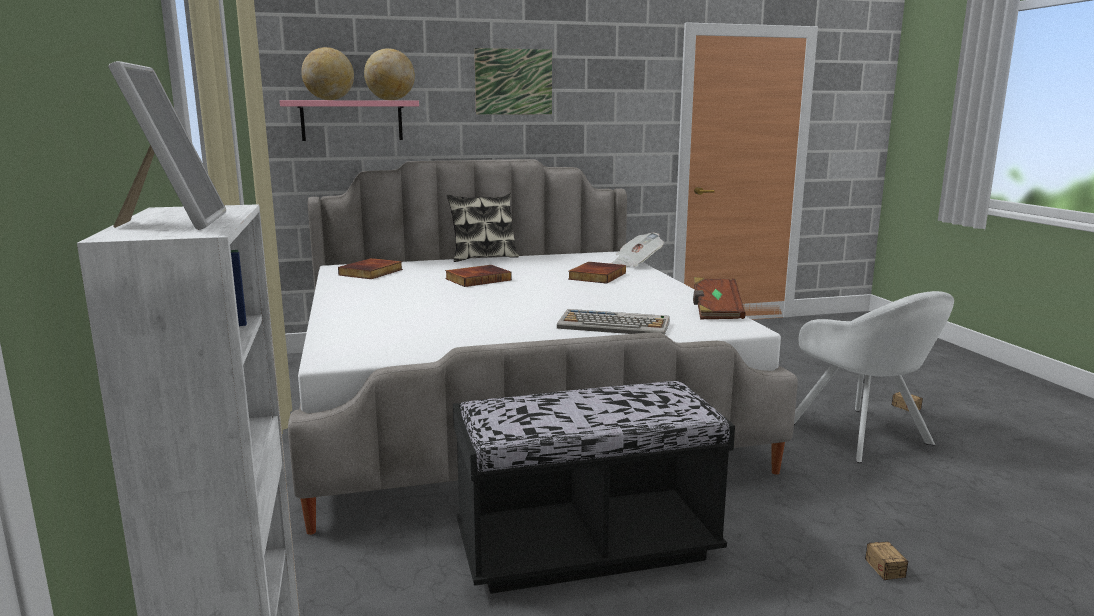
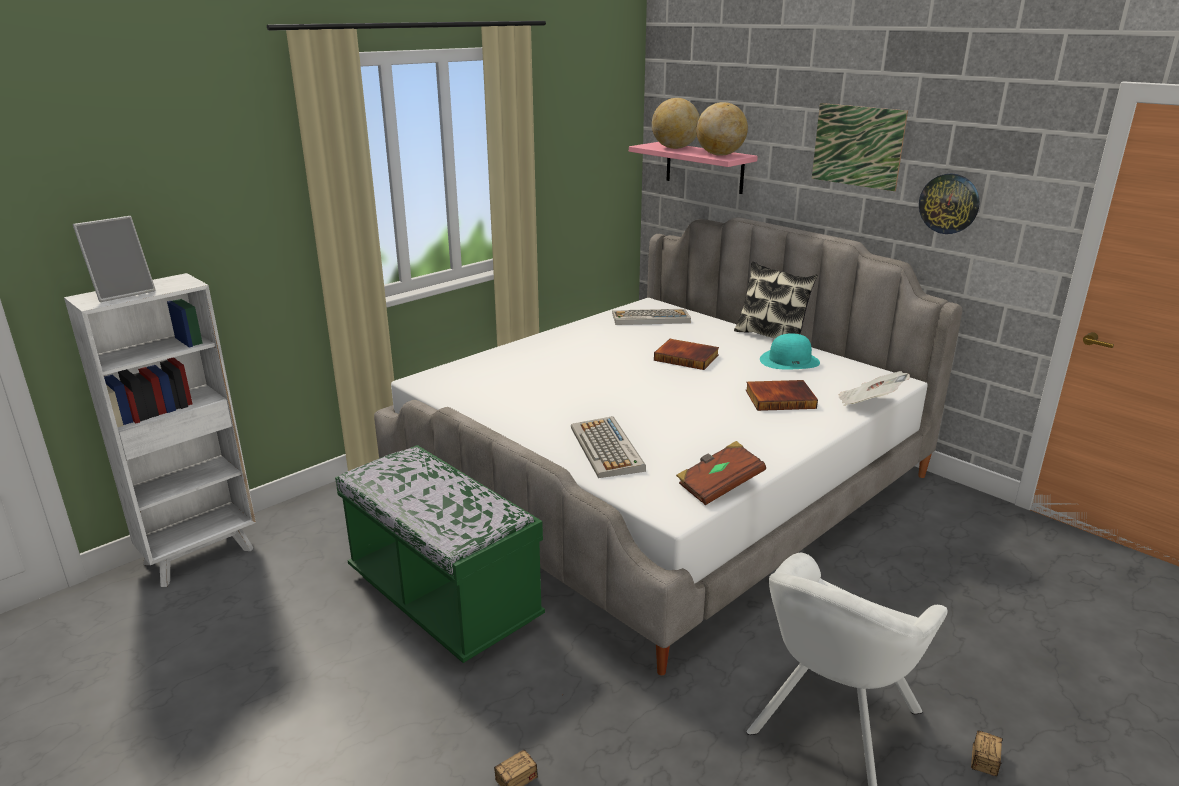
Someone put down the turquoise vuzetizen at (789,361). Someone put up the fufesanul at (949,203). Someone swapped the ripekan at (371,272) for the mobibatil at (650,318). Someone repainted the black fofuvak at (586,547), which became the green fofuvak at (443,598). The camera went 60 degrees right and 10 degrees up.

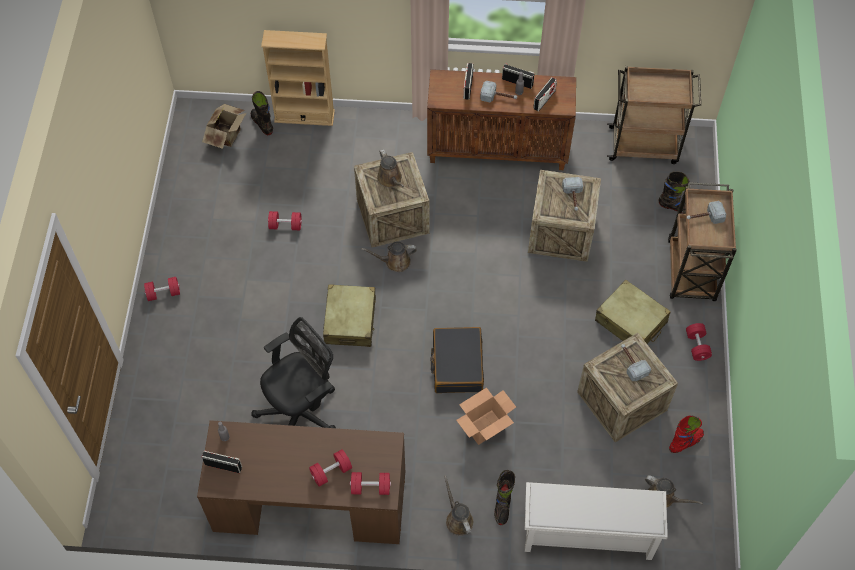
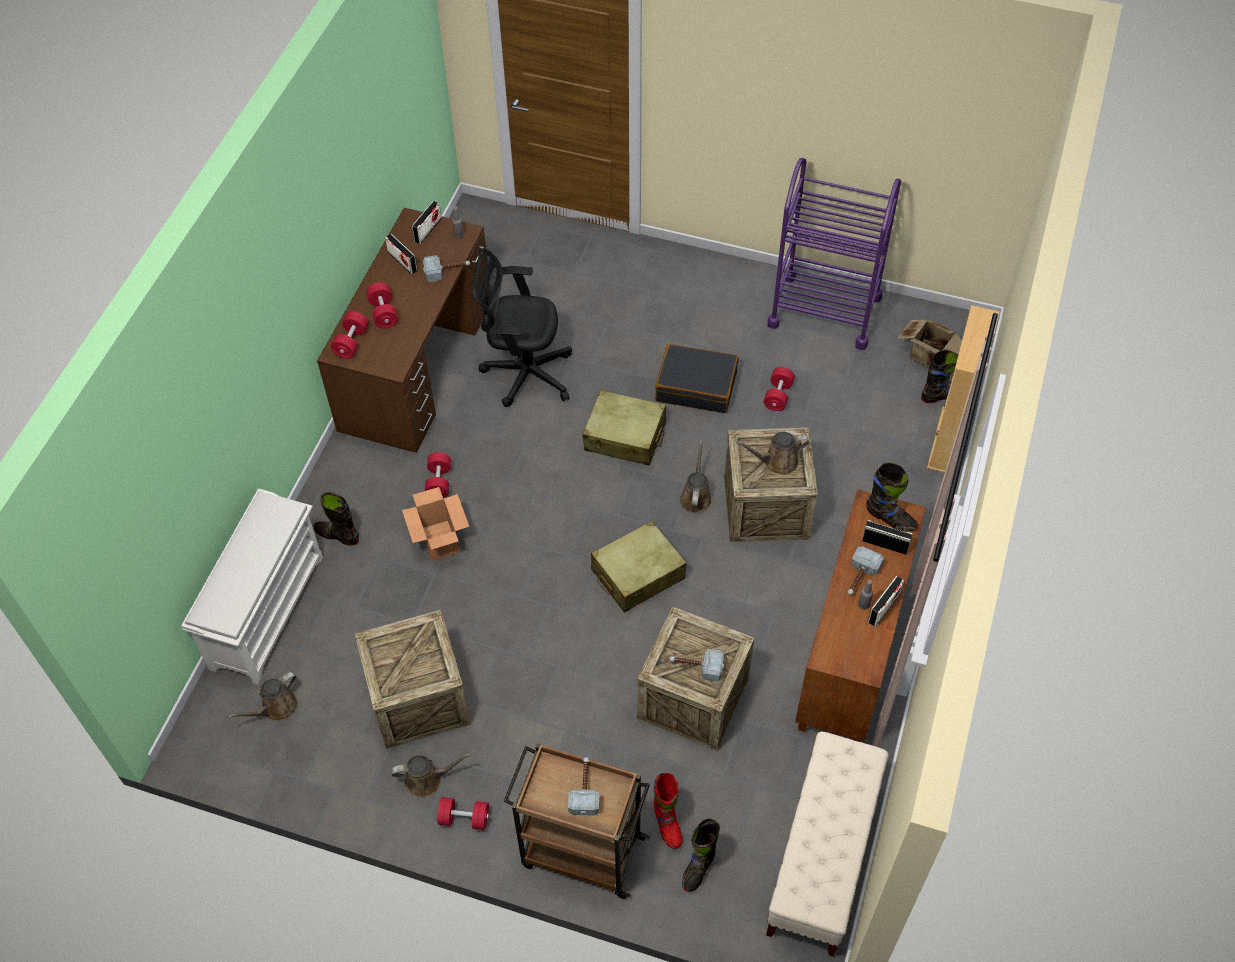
Someone put down the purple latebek at (824,311). Someone put down the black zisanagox at (890,519). Someone carried the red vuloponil from (163,293) to (439,482). Someone carried the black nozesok from (457,365) to (696,386). Someone carried the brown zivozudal from (458,519) to (427,780). Someone carried the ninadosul from (544,99) to (402,261). Someone carried the beige nozesok from (631,322) to (637,574). Someone carried the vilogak from (631,363) to (447,271). Someone carried the red zisanagox from (685,442) to (667,824). Someone swapped the brown latebek at (644,145) for the beige fofuvak at (822,859). Someone rotated the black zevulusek at (302,411) by 120 degrees clockwise. The camera went 105 degrees right and 5 degrees down.

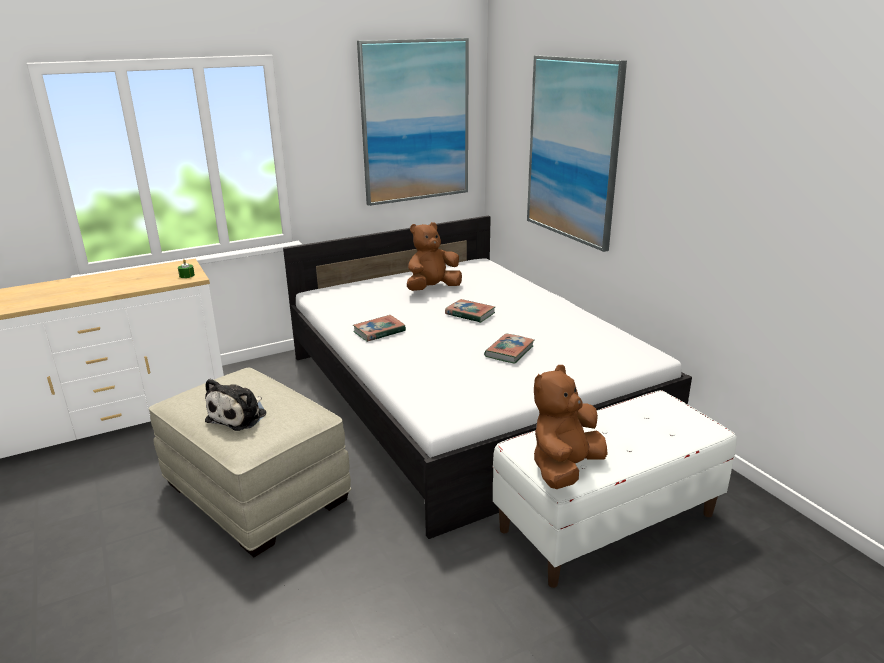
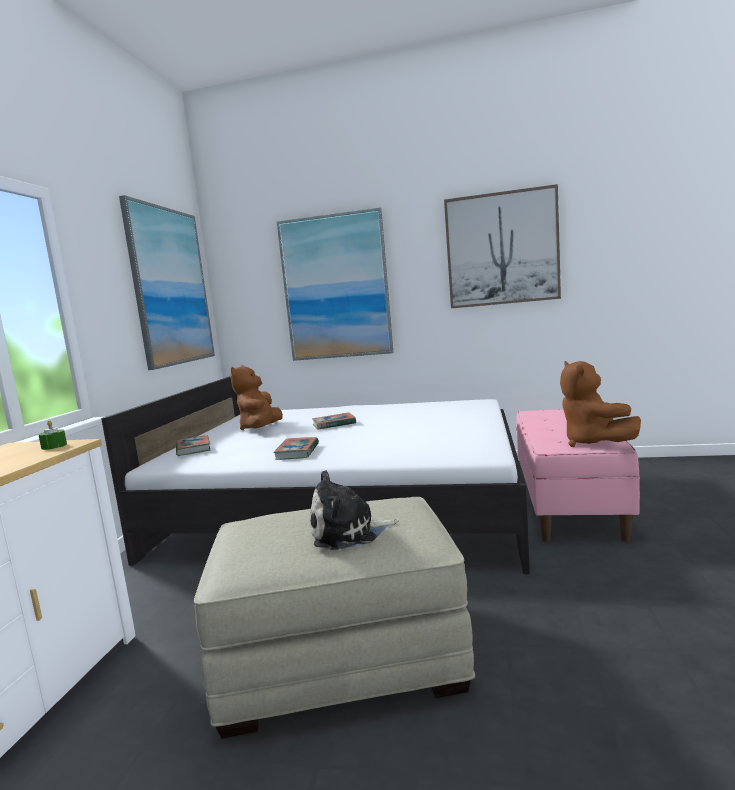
Someone put up the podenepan at (501,249). Someone carried the ripekan from (509,351) to (193,449). Someone repainted the white fofuvak at (607,521), which became the pink fofuvak at (567,504). Someone rotated the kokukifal at (239,416) by 105 degrees clockwise. The camera went 50 degrees left and 15 degrees down.

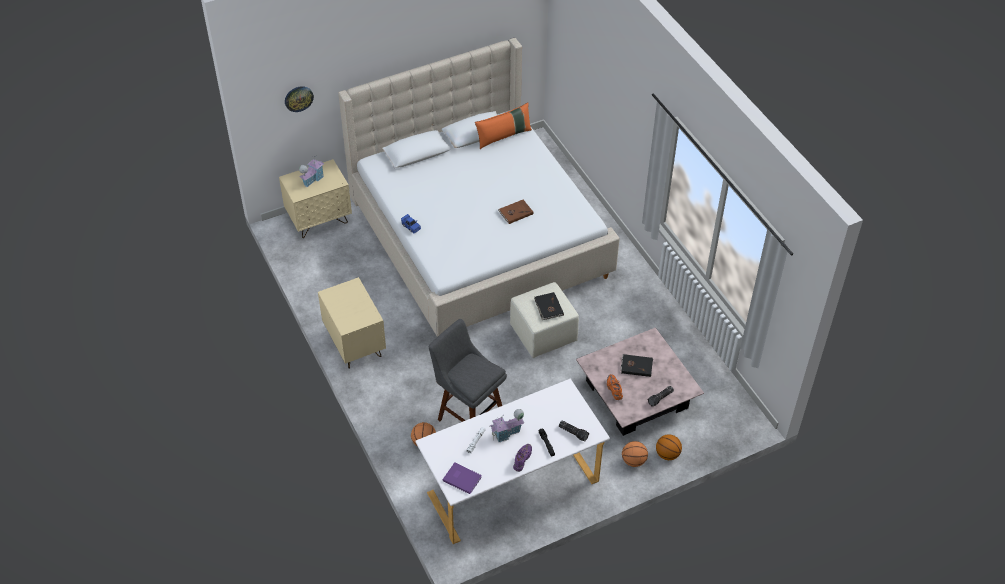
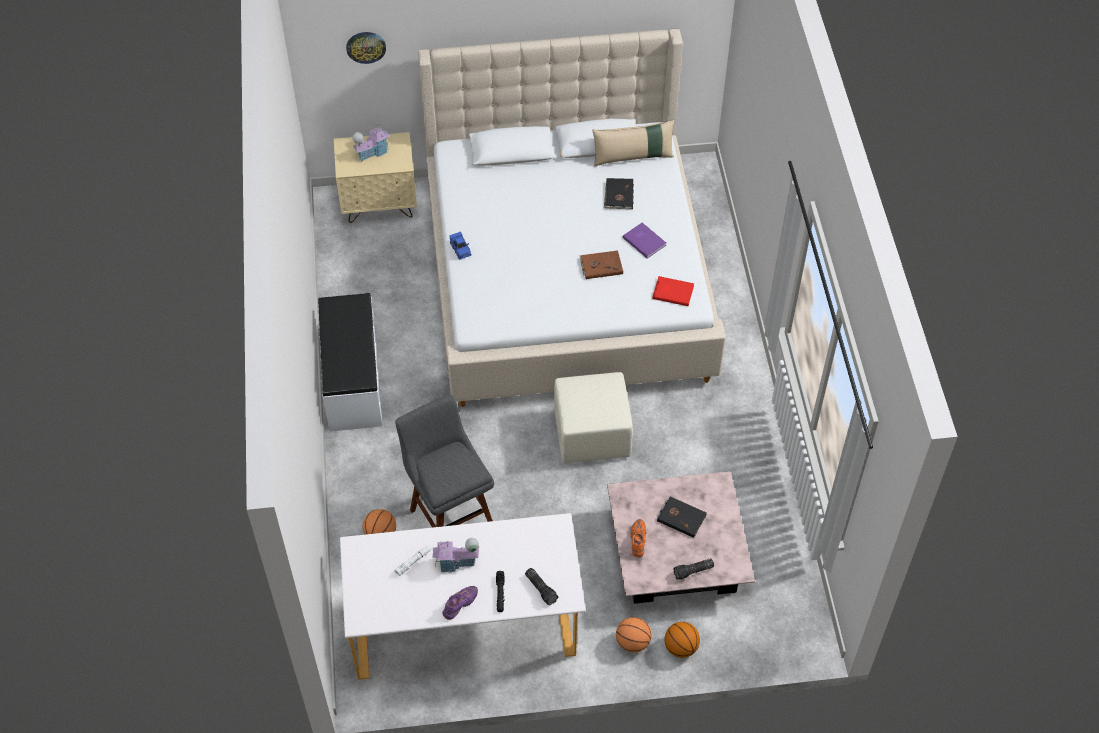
Someone put down the red ripekan at (672,291). Someone carried the purple ripekan from (462,478) to (644,240). Someone carried the black ripekan from (548,307) to (618,195). Someone swapped the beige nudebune at (354,345) for the white fofuvak at (352,380). Someone repainted the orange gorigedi at (503,136), which became the beige gorigedi at (633,156). The camera went 20 degrees right and 5 degrees up.

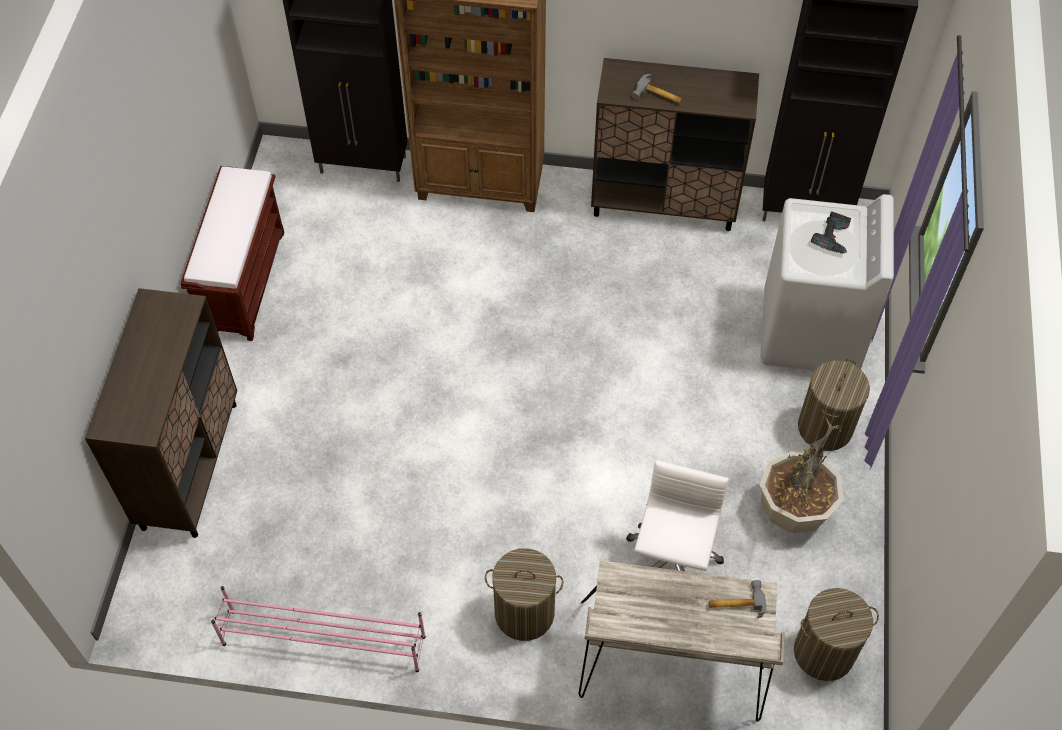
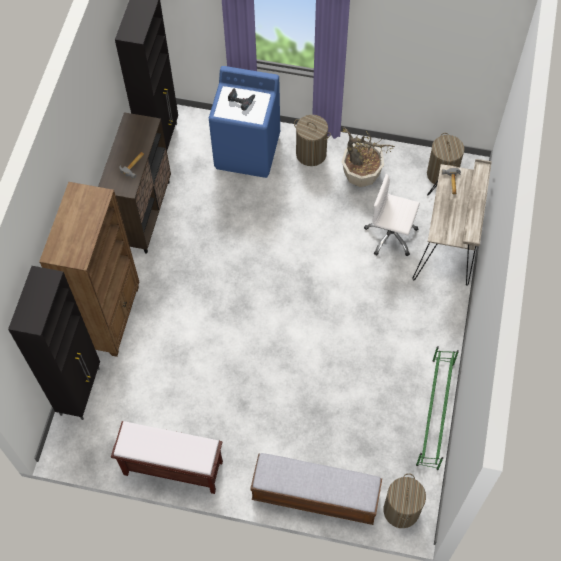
Someone carried the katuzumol from (524,613) to (401,510). Someone swapped the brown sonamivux at (190,464) for the fofuvak at (315,496). Someone repainted the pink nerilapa at (323,640), which became the green nerilapa at (435,414). Someone repainted the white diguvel at (810,332), which became the blue diguvel at (247,151). The camera went 85 degrees left and 5 degrees up.

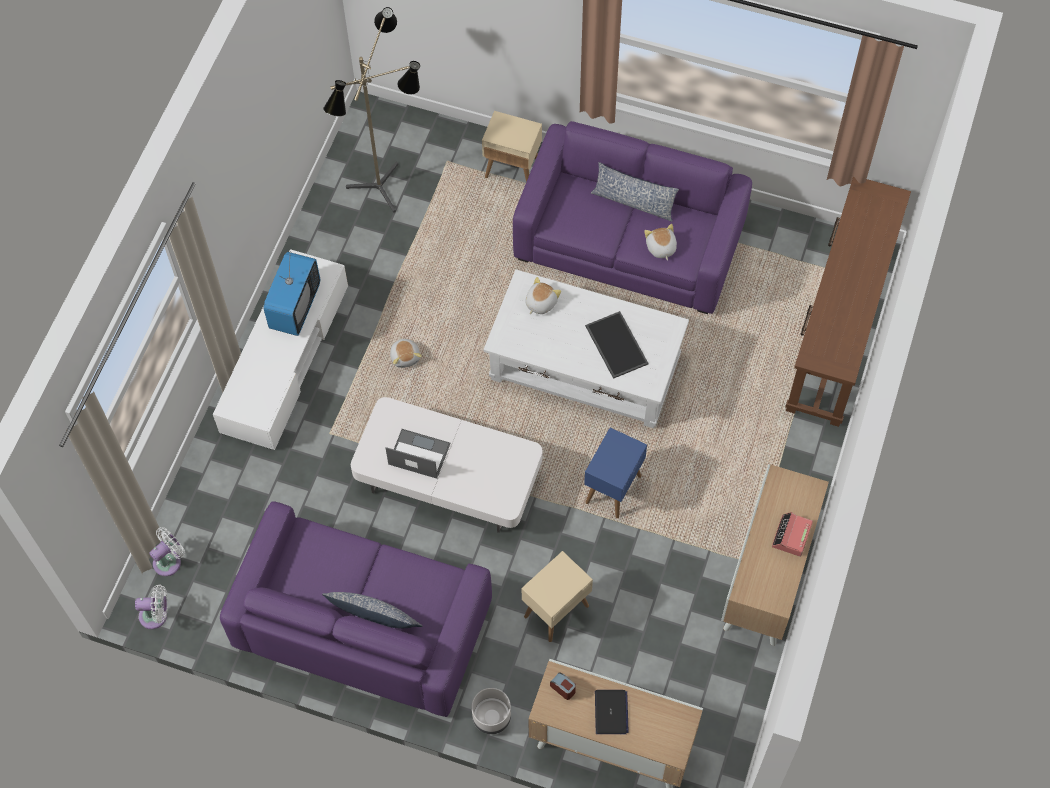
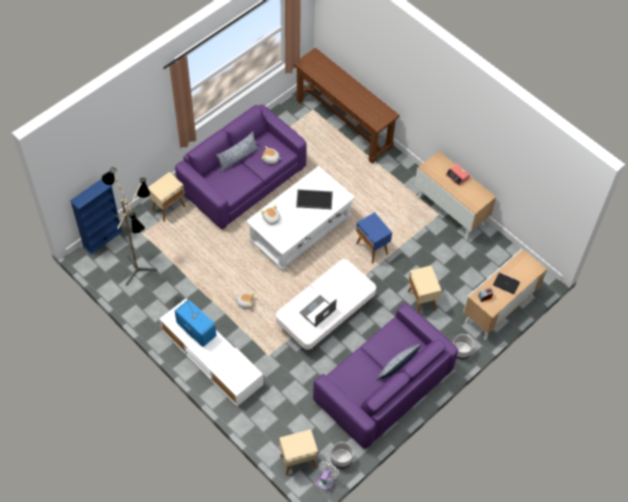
Someone put down the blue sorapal at (102,238). Someone put down the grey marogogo at (341,460). Someone swapped the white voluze at (169,561) for the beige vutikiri at (297,461). The camera went 65 degrees left and 5 degrees down.

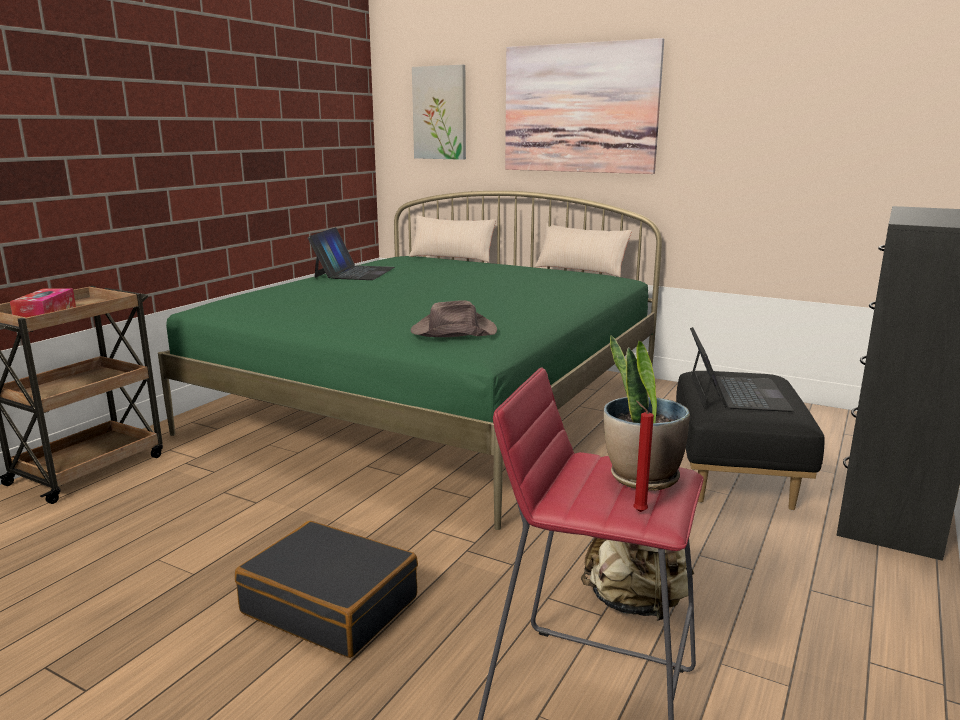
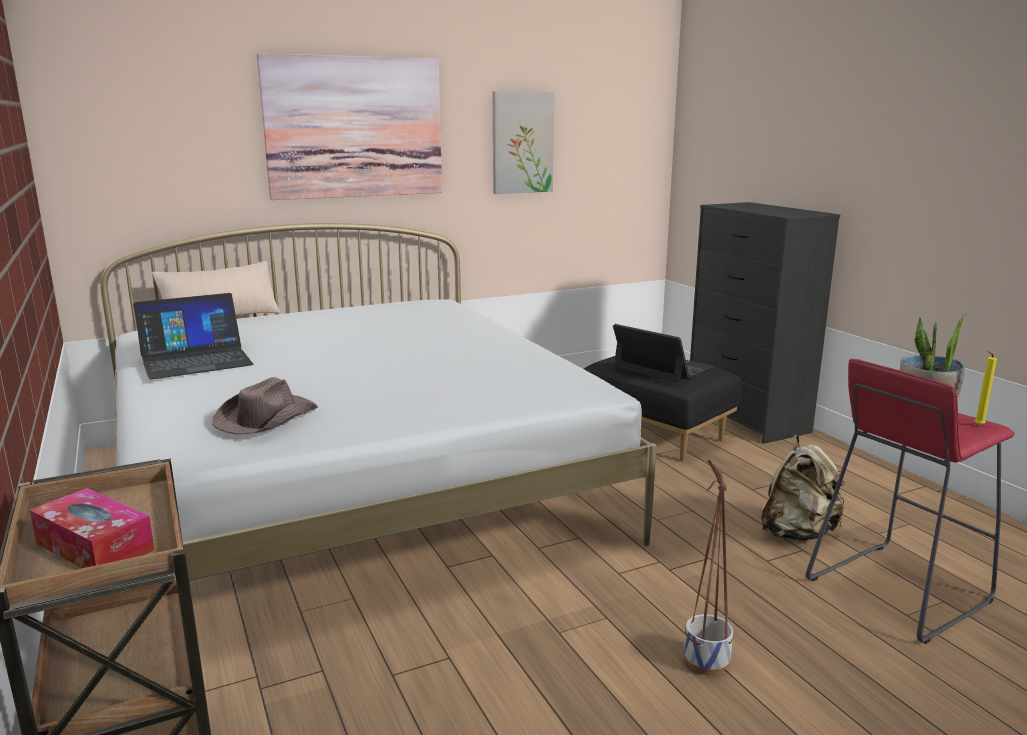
Someone took away the beige gorigedi at (581,270). Someone carried the brown vuzetizen from (452,331) to (266,418). Someone carried the podenepan from (440,113) to (522,143). Someone swapped the black nozesok at (331,605) for the marogogo at (706,663). Someone repainted the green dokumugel at (434,405), which became the white dokumugel at (354,489). Someone repainted the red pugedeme at (637,511), which became the yellow pugedeme at (977,425). Someone rotated the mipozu at (354,272) by 105 degrees clockwise. The camera went 55 degrees left and 0 degrees up.

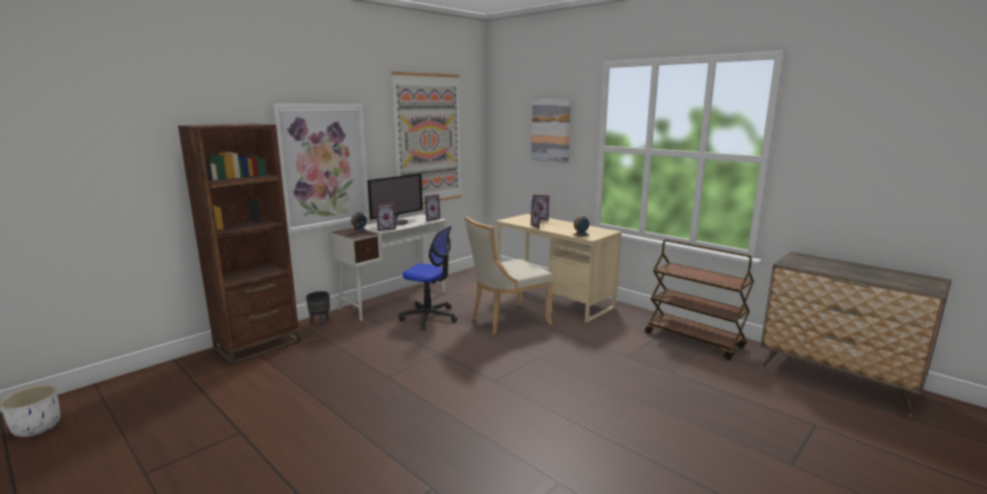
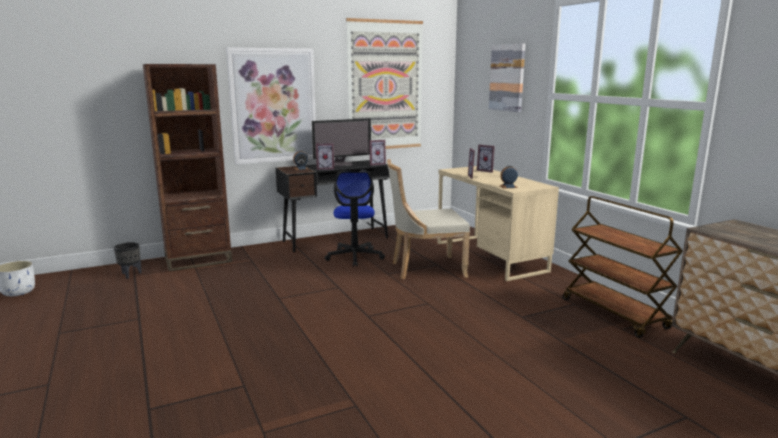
Someone carried the black marogogo from (320,322) to (130,274). Someone repainted the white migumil at (395,300), which became the black migumil at (336,239). Someone rotated the zevulusek at (429,317) by 45 degrees clockwise. The camera went 20 degrees right and 0 degrees up.

